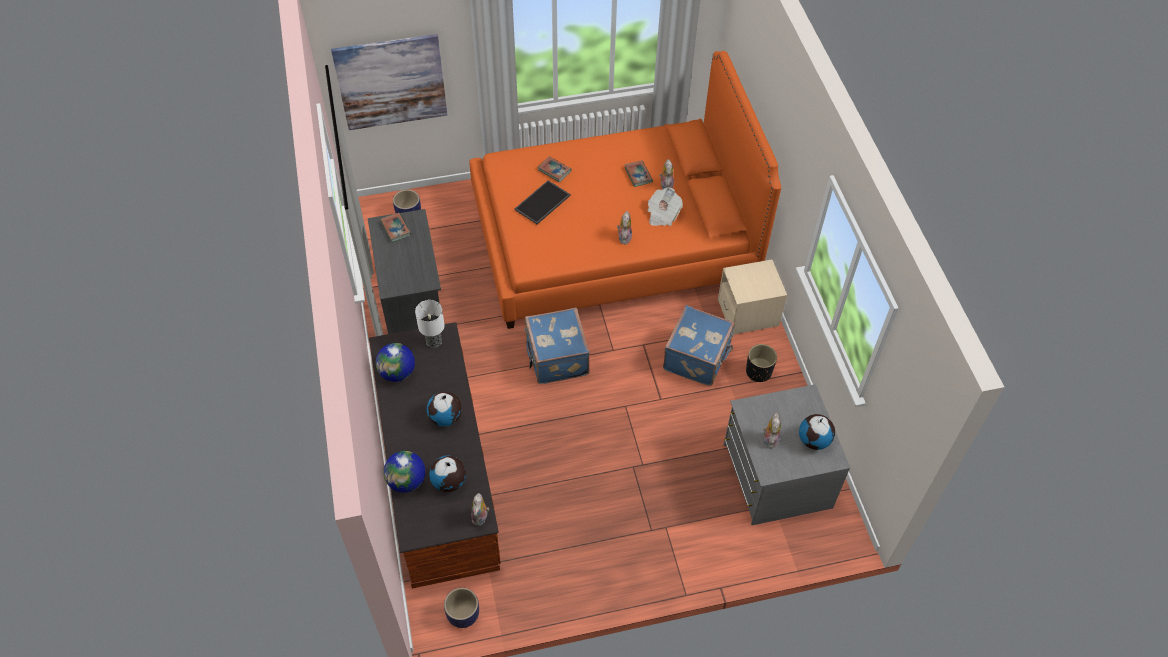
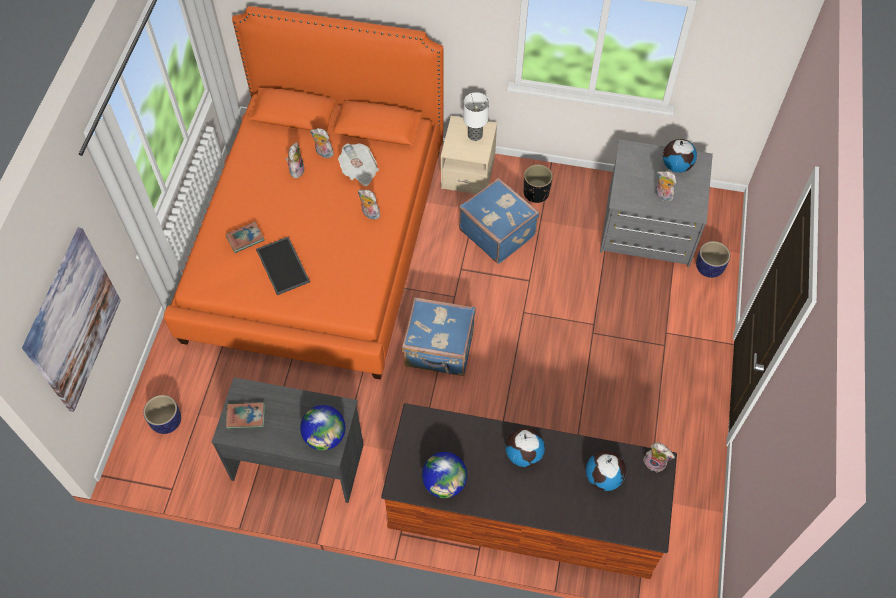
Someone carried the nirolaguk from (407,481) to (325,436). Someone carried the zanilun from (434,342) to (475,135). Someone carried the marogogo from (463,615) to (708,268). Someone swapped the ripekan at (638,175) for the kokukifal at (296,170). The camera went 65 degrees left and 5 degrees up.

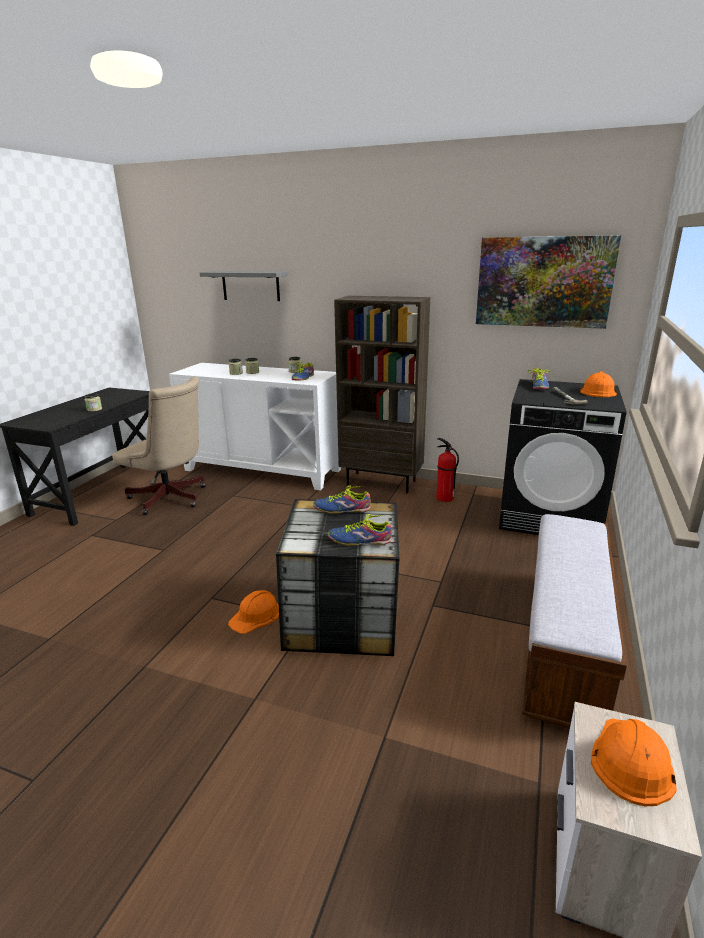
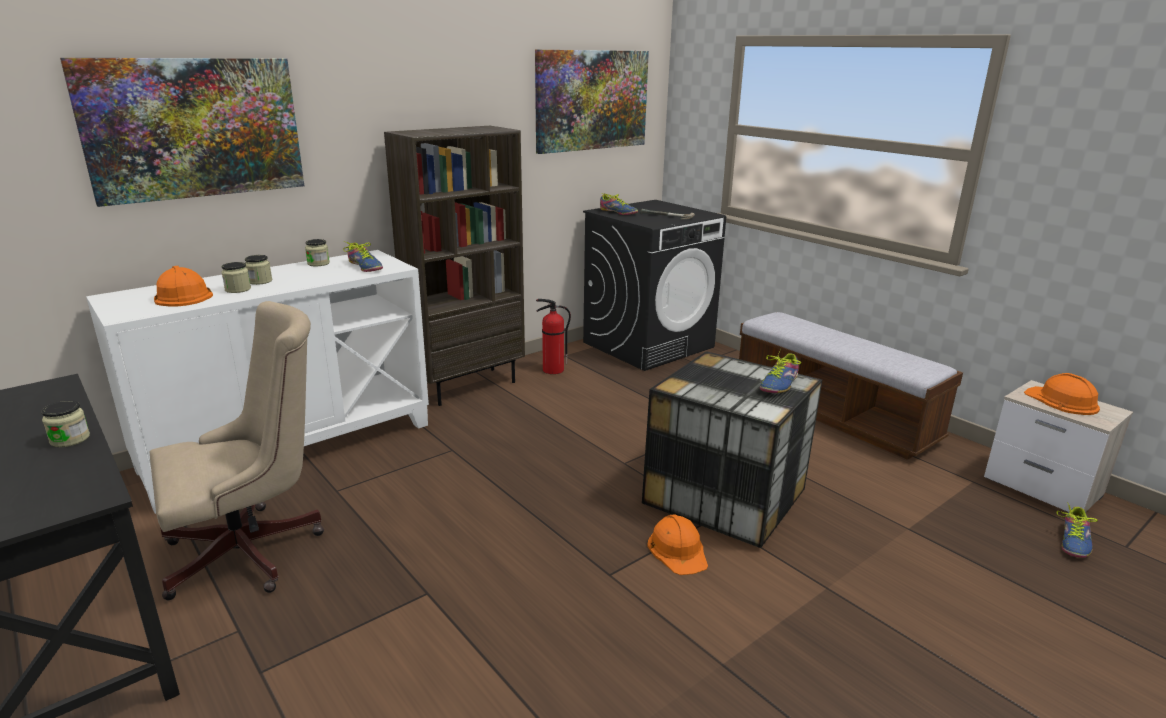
Someone carried the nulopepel from (342,509) to (1074,541). Someone carried the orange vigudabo from (597,391) to (182,296). Someone swapped the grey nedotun at (250,286) for the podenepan at (194,128). The camera went 60 degrees left and 0 degrees up.

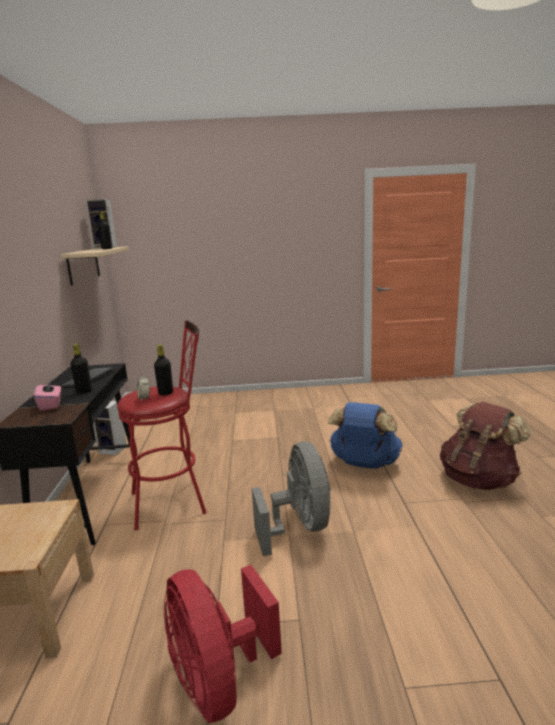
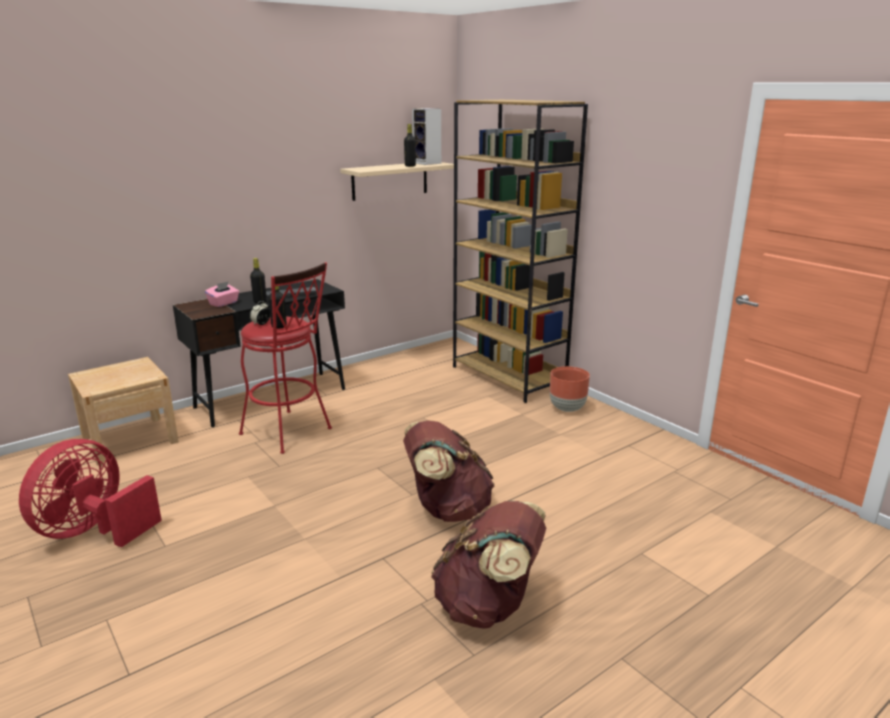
Someone took away the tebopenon at (114,449). Someone took away the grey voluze at (299,527). Someone put down the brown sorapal at (509,377). Someone put down the brown marogogo at (567,408). Someone repainted the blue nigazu at (364,464), which became the brown nigazu at (447,509). The camera went 55 degrees right and 5 degrees up.

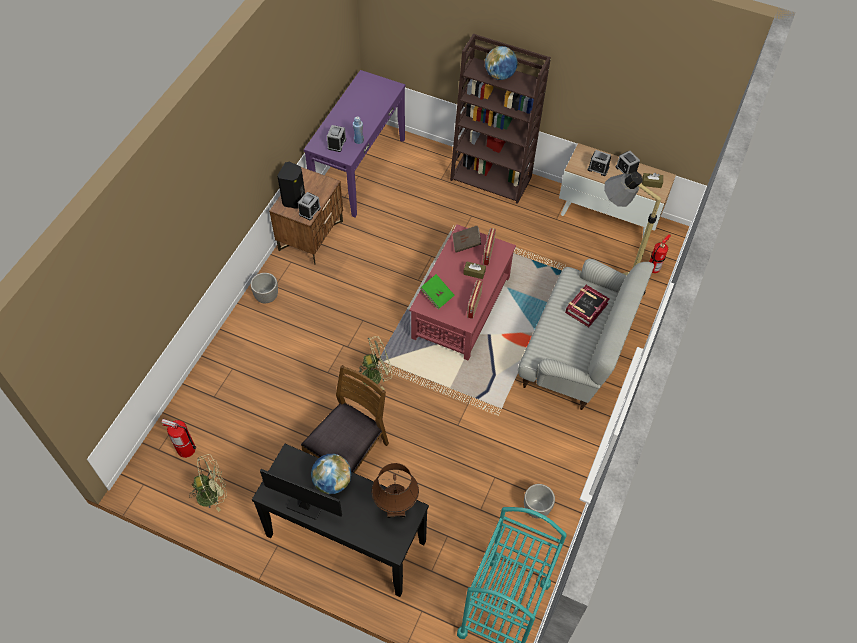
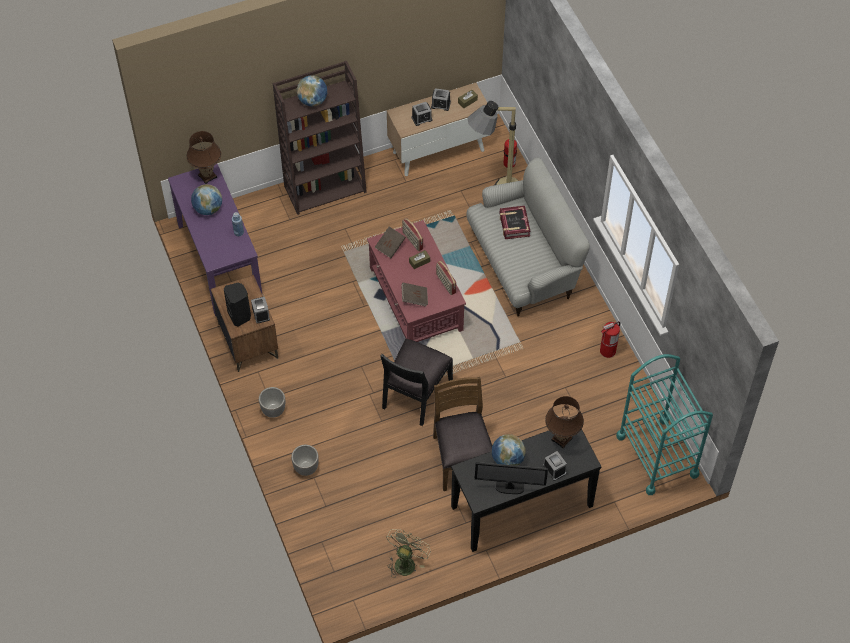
Someone put down the brown zanilun at (207,176). Someone put down the nirolaguk at (208,209). Someone carried the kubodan from (186,449) to (607,351). Someone carried the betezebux from (337,144) to (554,469). Someone carried the marogogo from (536,508) to (306,468). Someone swapped the green voluze at (376,375) for the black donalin at (415,393). Someone repainted the green ripekan at (437,295), which became the brown ripekan at (414,298). Someone rotated the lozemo at (304,506) by 150 degrees counterclockwise. The camera went 45 degrees left and 0 degrees up.

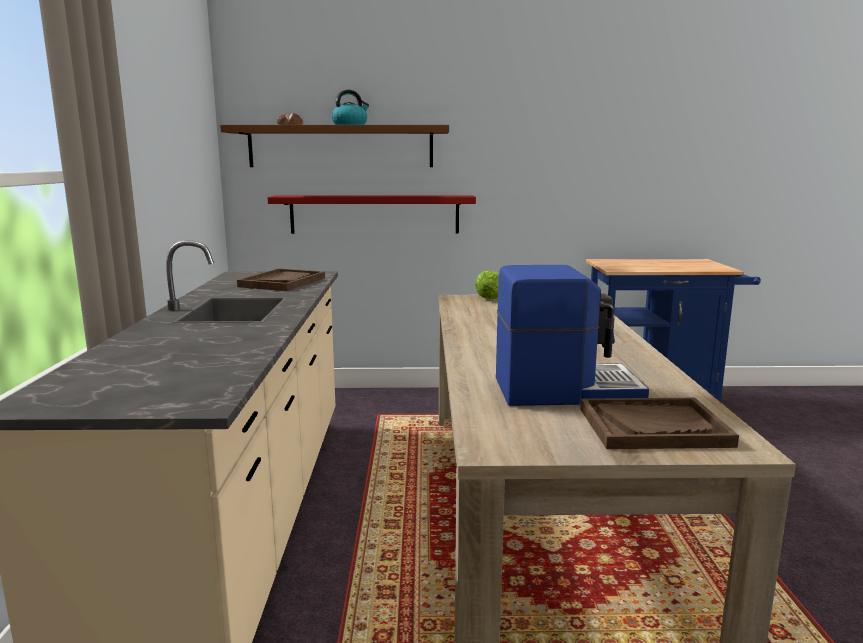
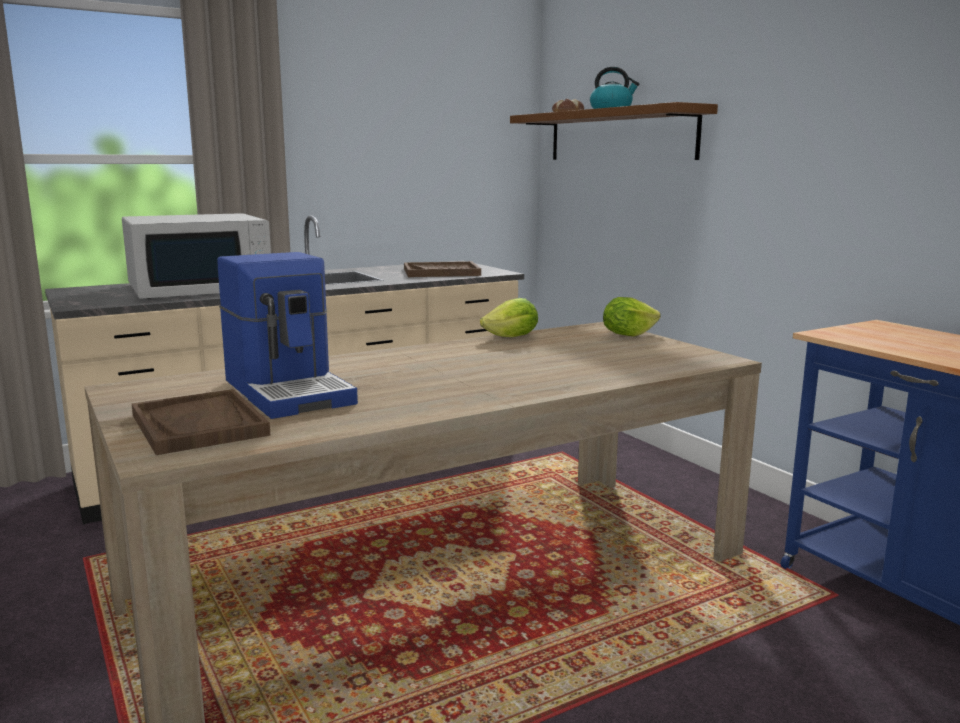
Someone took away the red nedotun at (374,214). Someone put down the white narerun at (200,288). Someone put down the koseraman at (512,337). The camera went 60 degrees right and 0 degrees up.

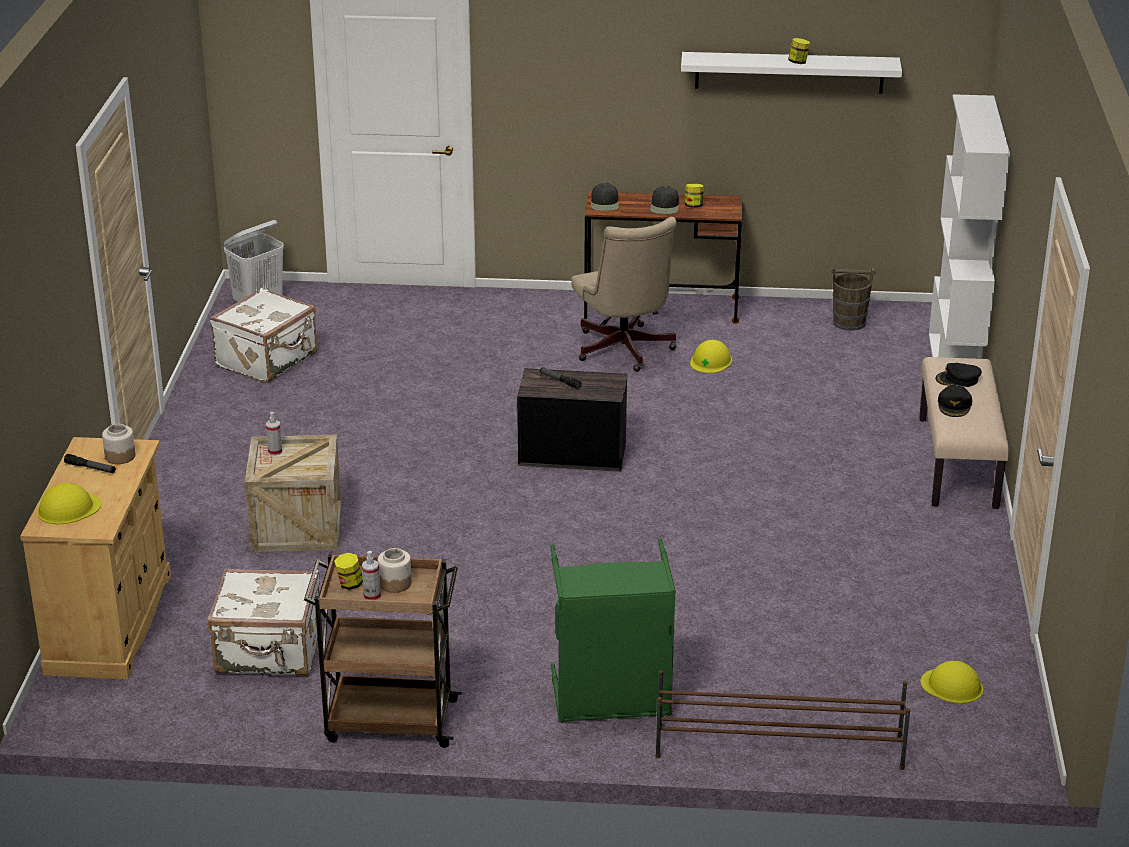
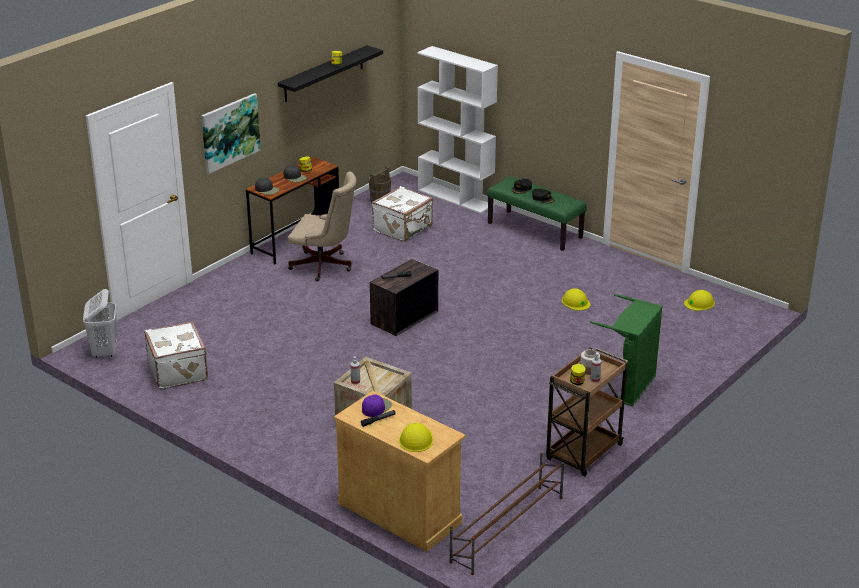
Someone put up the podenepan at (230,132). Someone carried the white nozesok from (269,652) to (403,228). Someone carried the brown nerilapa from (777,748) to (506,529). Someone carried the yellow vigudabo from (711,361) to (575,302). Someone swapped the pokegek at (120,456) for the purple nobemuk at (376,407). Someone repainted the white nedotun at (789,72), which became the black nedotun at (324,74). Someone repainted the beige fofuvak at (958,463), which became the green fofuvak at (535,230). The camera went 55 degrees left and 0 degrees up.

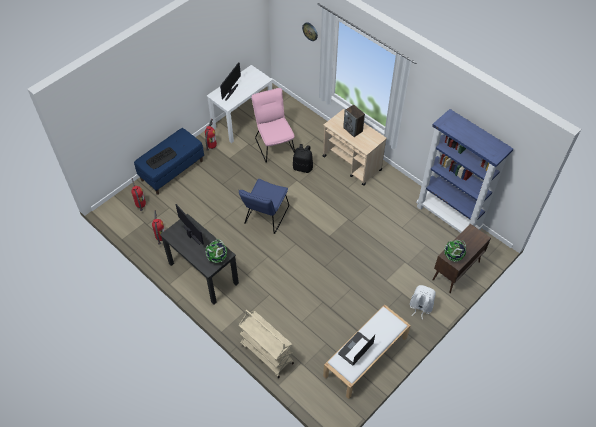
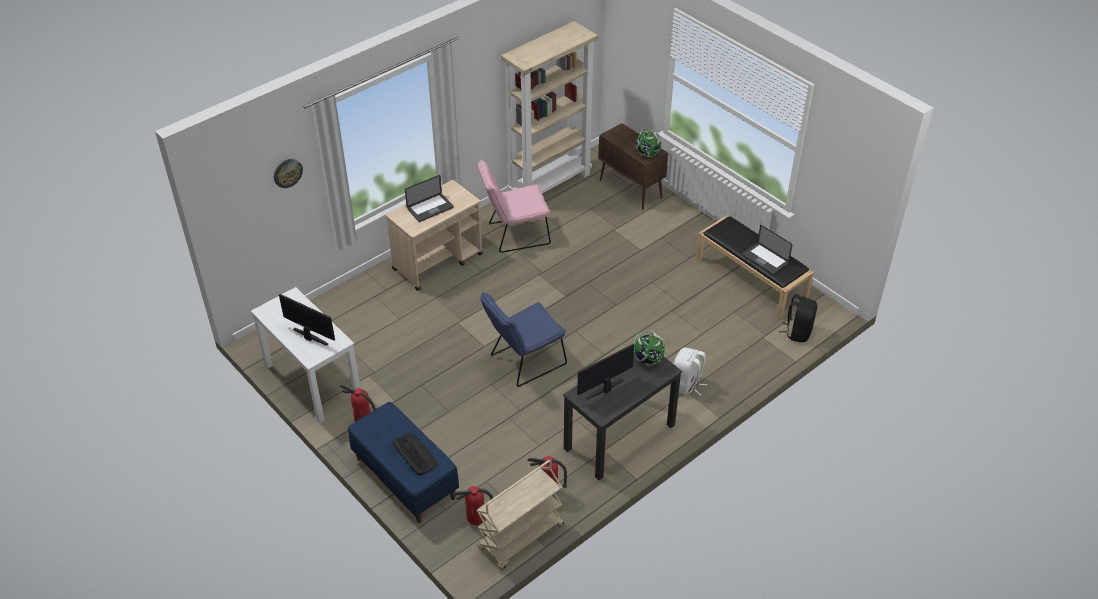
Someone carried the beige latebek from (266,353) to (521,538). Someone carried the pink donalin from (274,144) to (514,234). Someone carried the black nigazu from (303,167) to (797,332). Someone carried the white nigazu from (420,307) to (686,384). Someone swapped the tebopenon at (353,130) for the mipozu at (430,208). Someone repainted the white fofuvak at (365,357), which became the black fofuvak at (751,278). Someone repainted the blue sorapal at (448,218), which became the beige sorapal at (549,184). Someone rotated the blue donalin at (265,217) by 120 degrees clockwise. The camera went 85 degrees left and 10 degrees down.

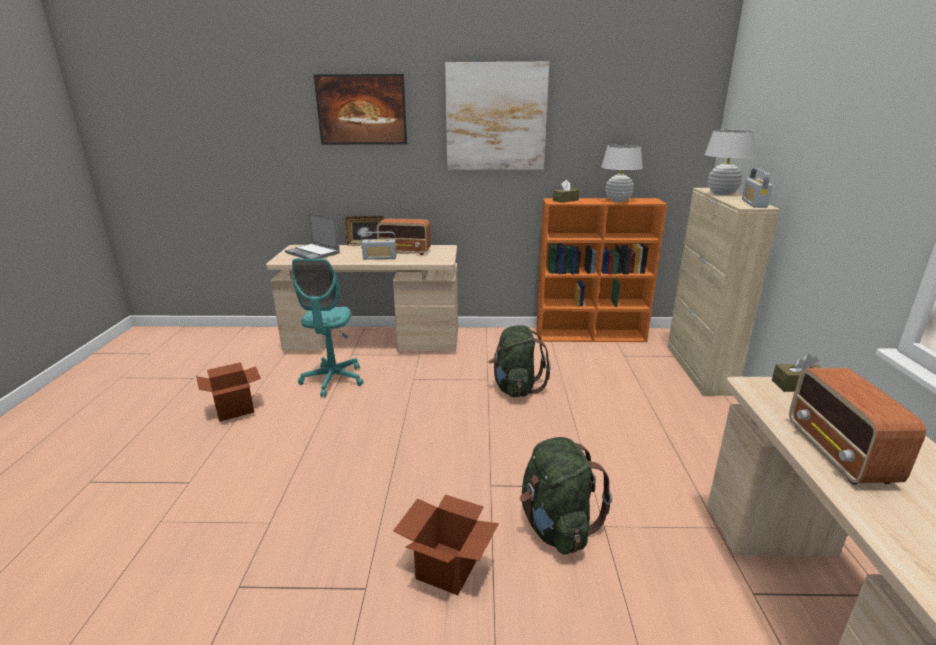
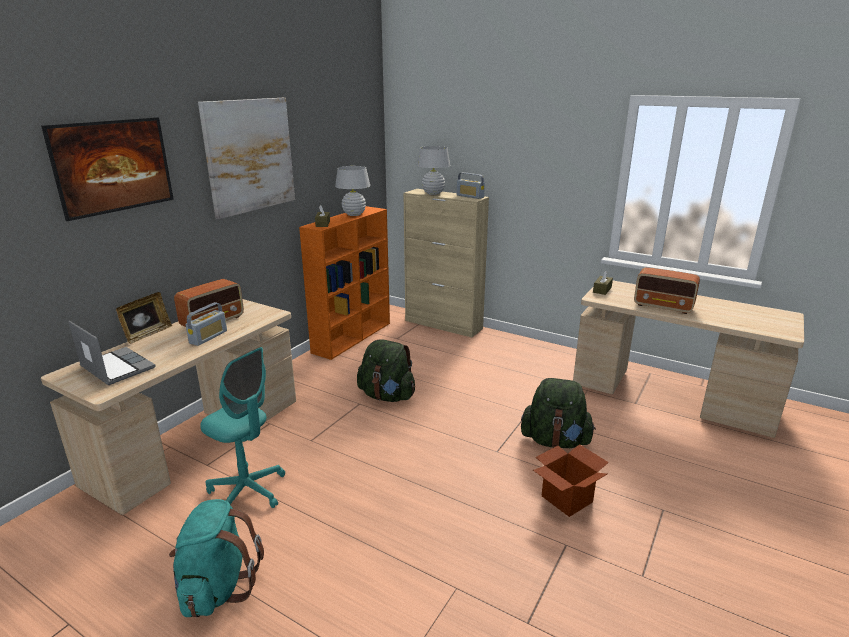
Someone swapped the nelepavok at (234,409) for the turquoise nigazu at (218,587). Someone rotated the mipozu at (314,253) by 120 degrees counterclockwise. The camera went 60 degrees left and 0 degrees up.

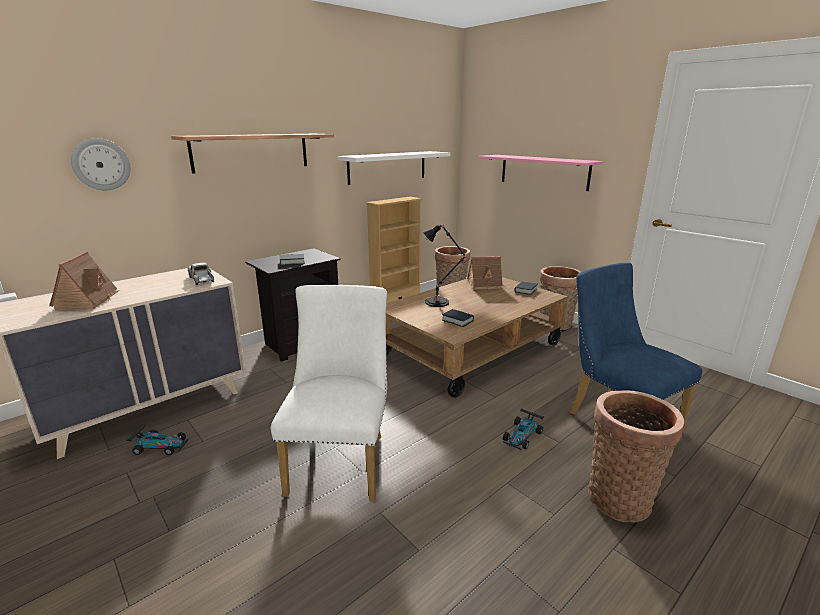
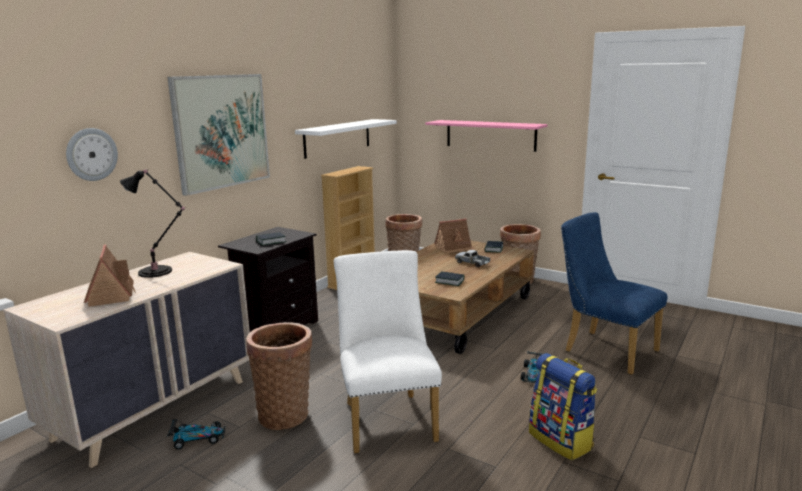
Someone put down the nigazu at (561,440). Someone carried the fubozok from (202,279) to (472,263). Someone carried the black zanilun from (439,302) to (158,272). Someone carried the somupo from (620,496) to (285,413). Someone swapped the nedotun at (251,152) for the podenepan at (221,131). The camera went 15 degrees left and 5 degrees down.

